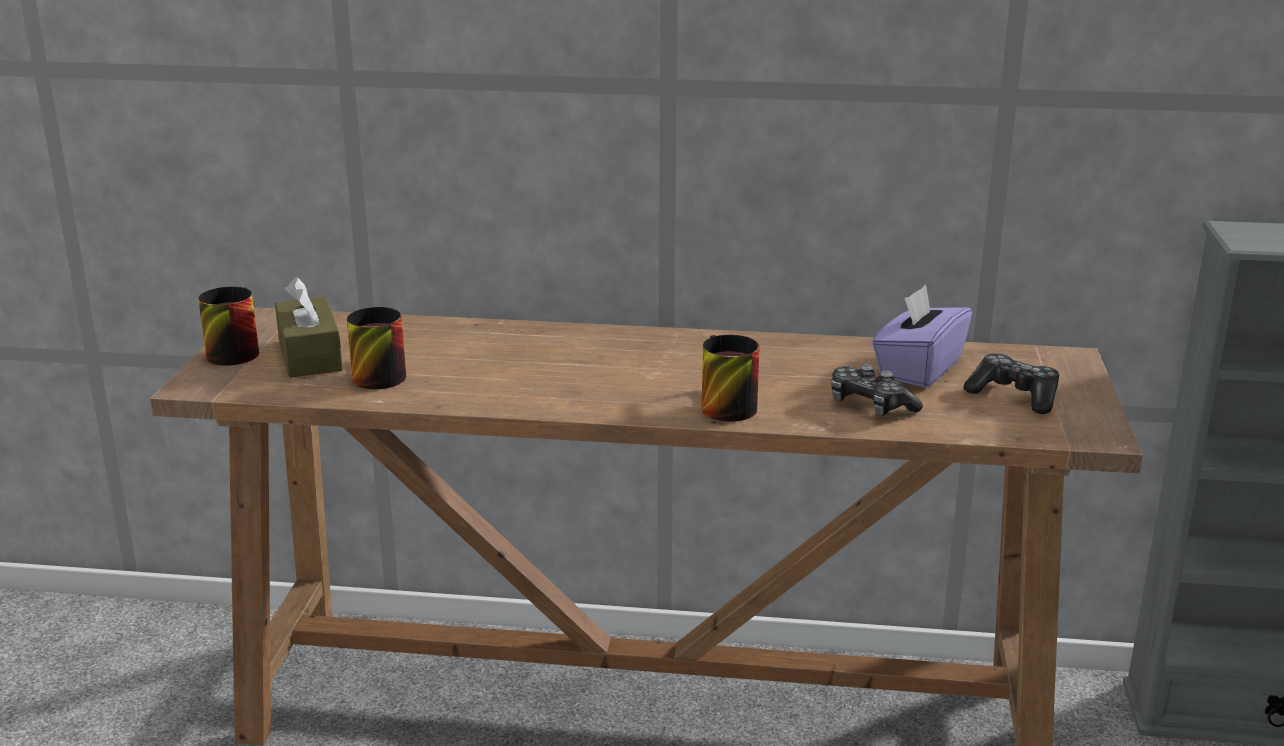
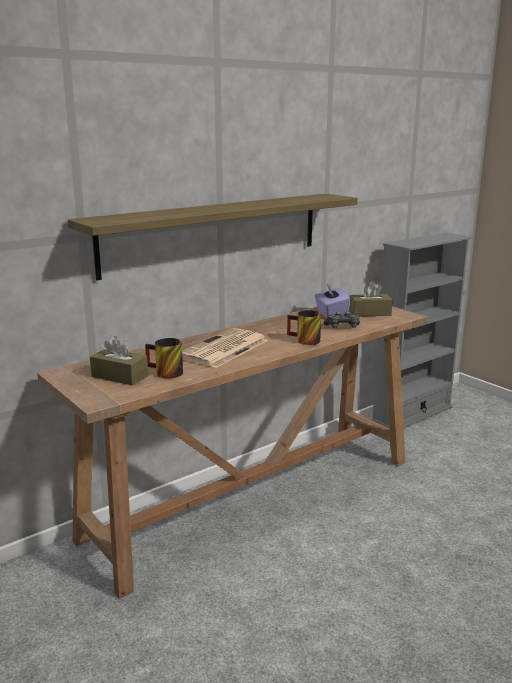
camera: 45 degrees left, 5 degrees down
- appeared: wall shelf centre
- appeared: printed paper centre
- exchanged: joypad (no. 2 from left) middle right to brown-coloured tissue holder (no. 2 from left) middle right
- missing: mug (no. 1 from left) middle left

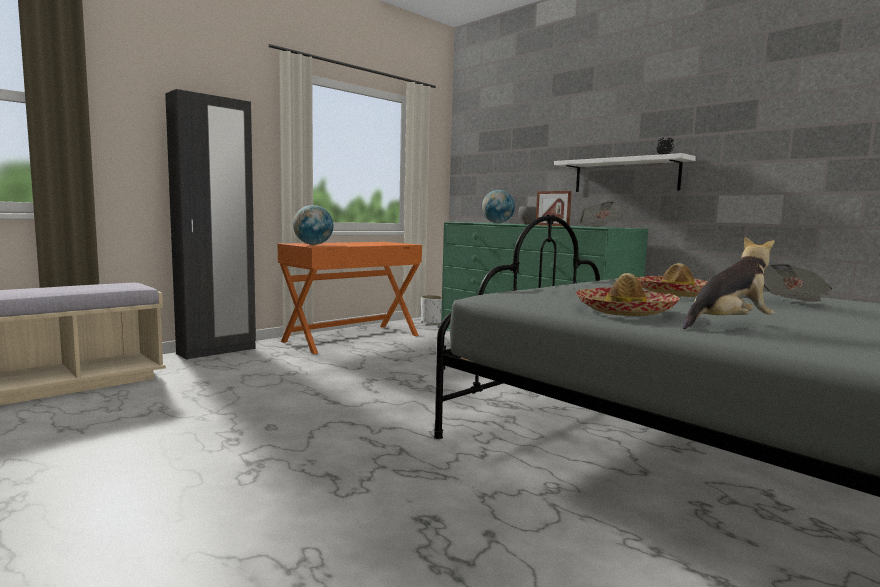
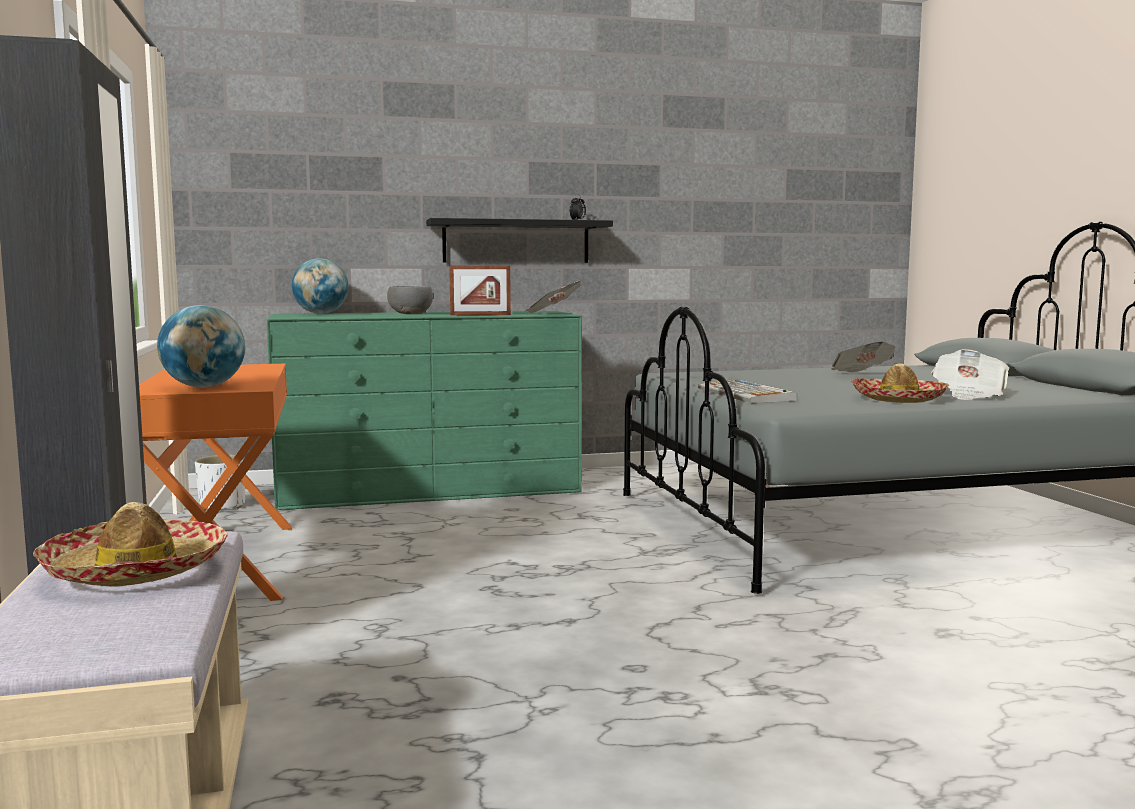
camera: 60 degrees left, 0 degrees up
- relocated: hat (no. 2 from left in the first image) middle right to hat (no. 1 from left) bottom left
- colour: white wall shelf top right to black-coloured wall shelf top centre
- appeared: keyboard centre
- exchanged: plush toy middle right to printed paper (no. 3 from left) middle right

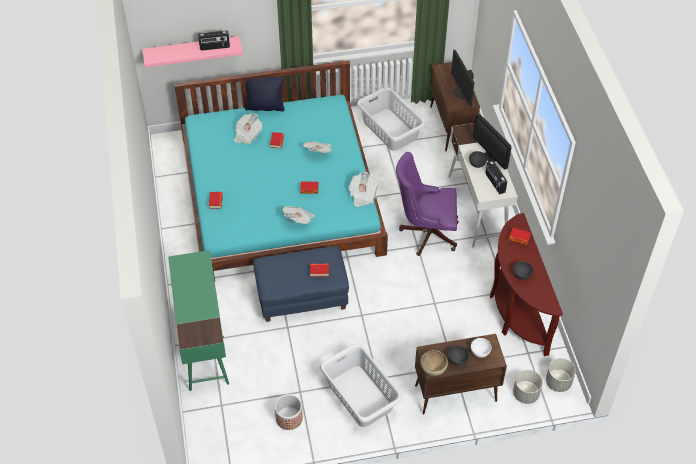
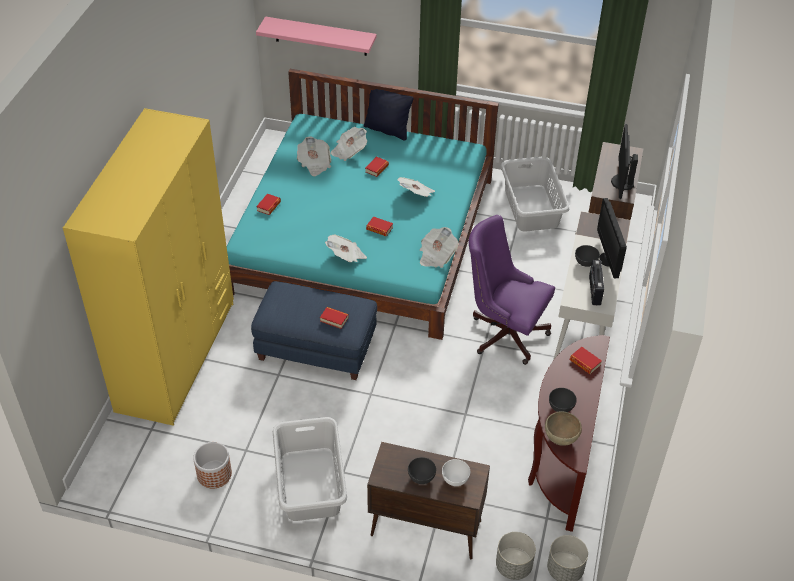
camera: 25 degrees right, 5 degrees down
- exchanged: green desk table bottom left to yellow-coloured clothes cupboard middle left
- appeared: printed paper (no. 1 from left) top centre
- relocated: brown-coloured deep dish bottom centre to bottom right
- missing: radio set (no. 1 from left) top left

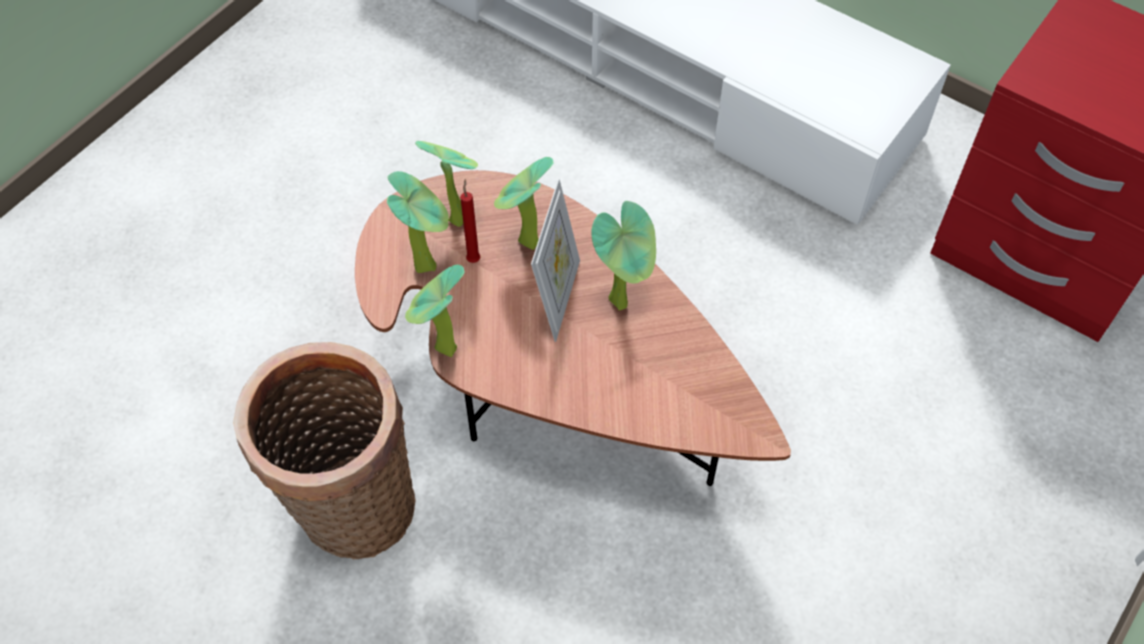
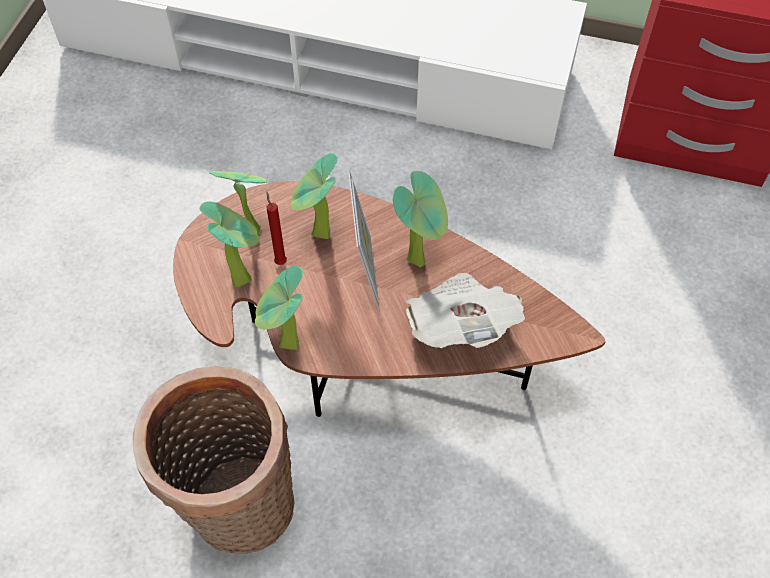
camera: 20 degrees left, 0 degrees up
- appeared: printed paper centre

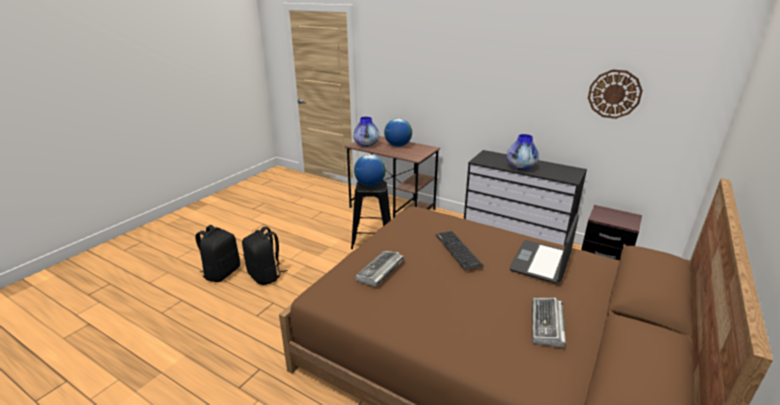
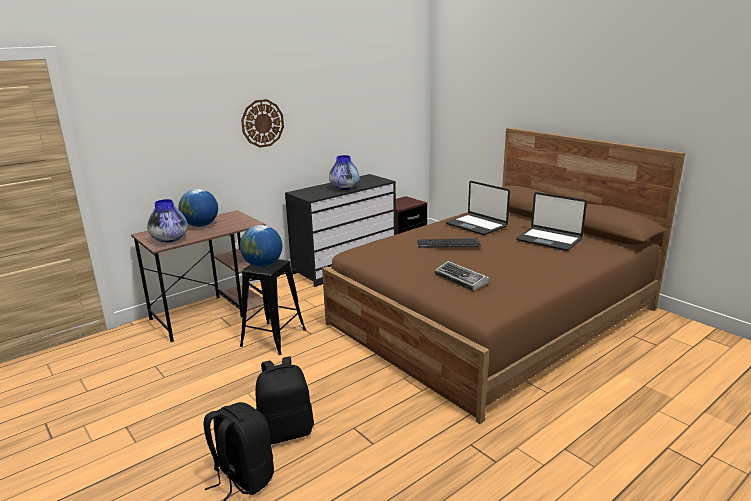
camera: 70 degrees left, 5 degrees down
- relocated: clock on the wall top right to top centre
- exchanged: keyboard (no. 3 from left) bottom right to portable computer (no. 2 from left) middle right

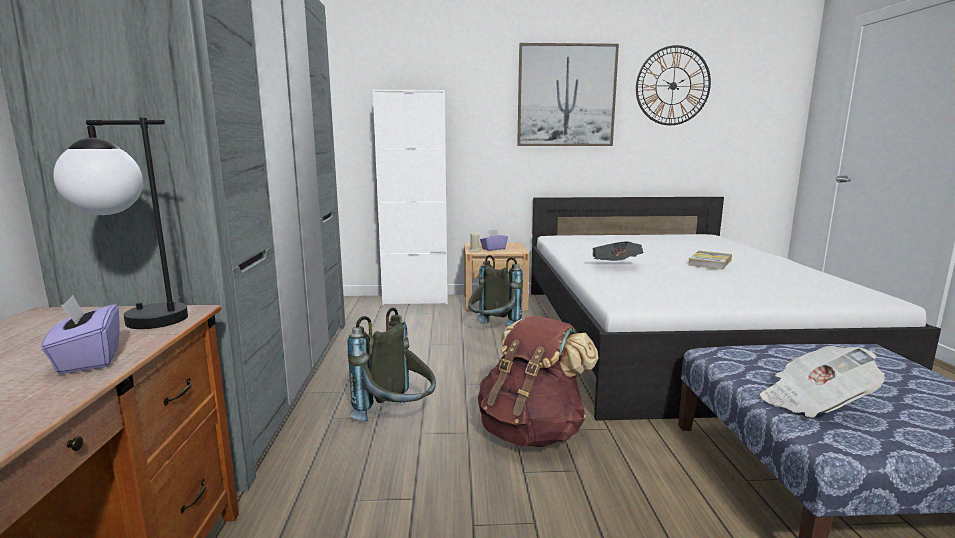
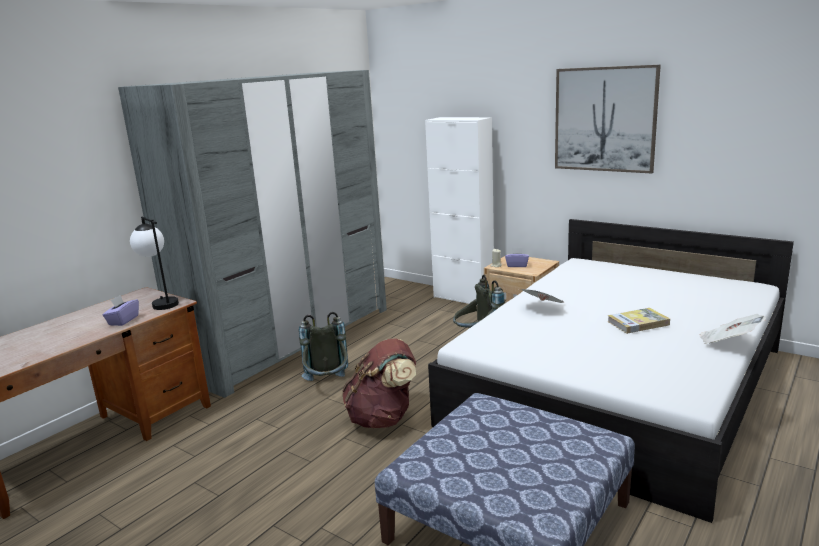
camera: 40 degrees right, 5 degrees up
- relocated: printed paper (no. 2 from left) bottom right to middle right
- missing: clock on the wall top right

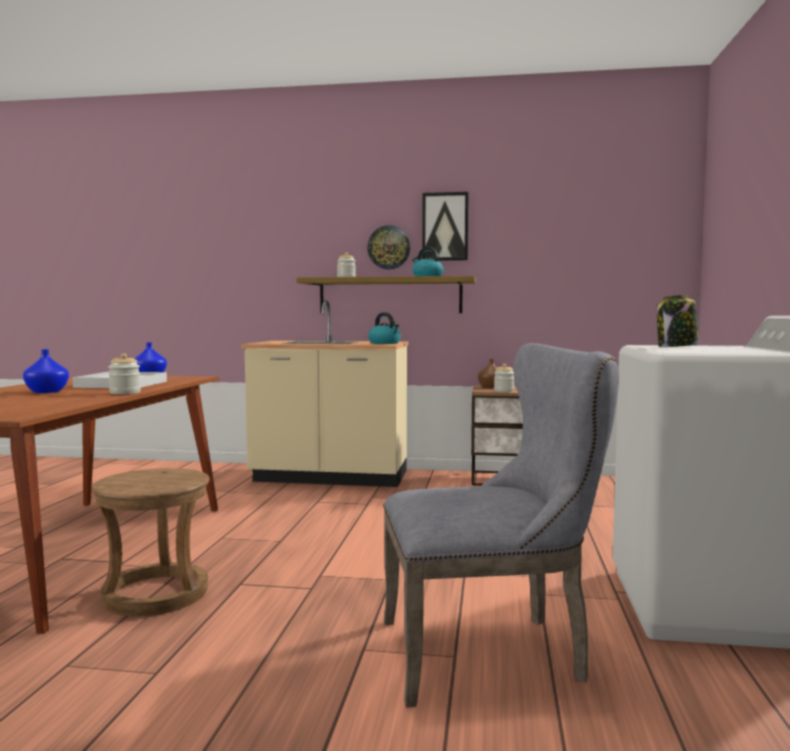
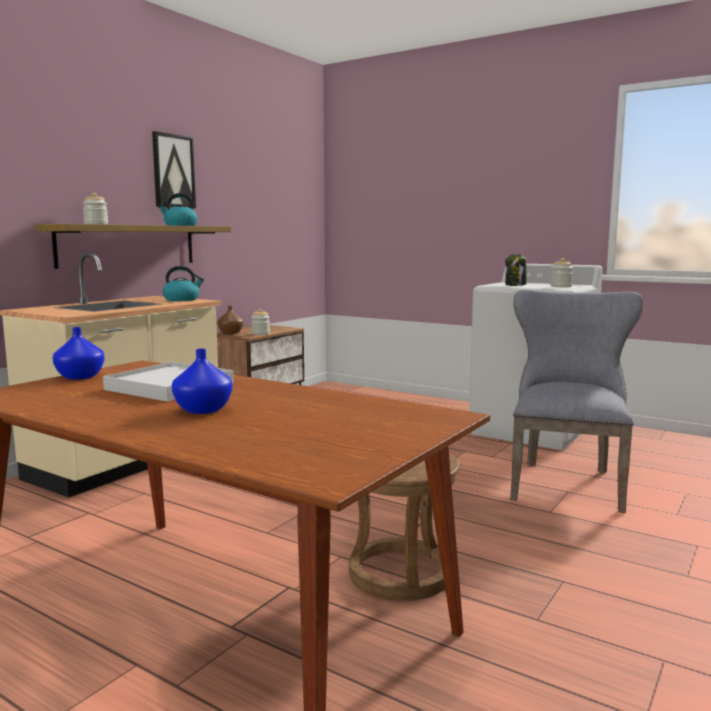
camera: 65 degrees left, 5 degrees up
- relocated: jar (no. 1 from left in the first image) middle left to jar (no. 4 from left) middle right
- missing: clock on the wall top centre

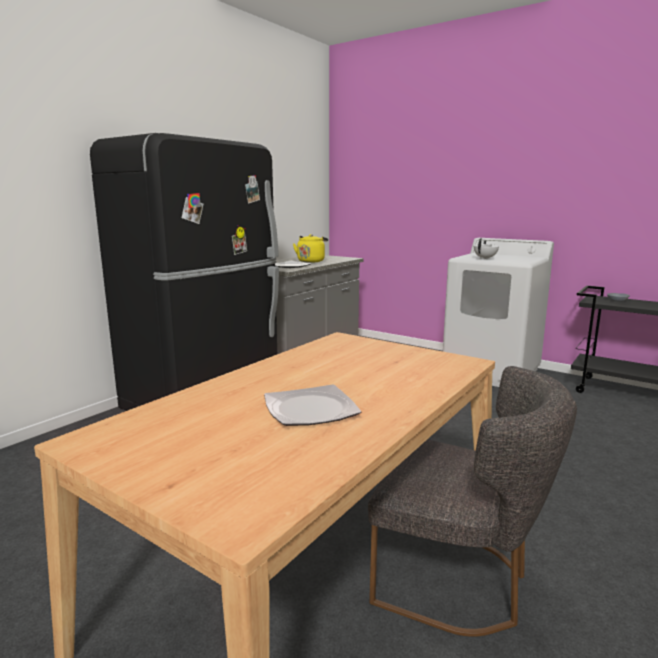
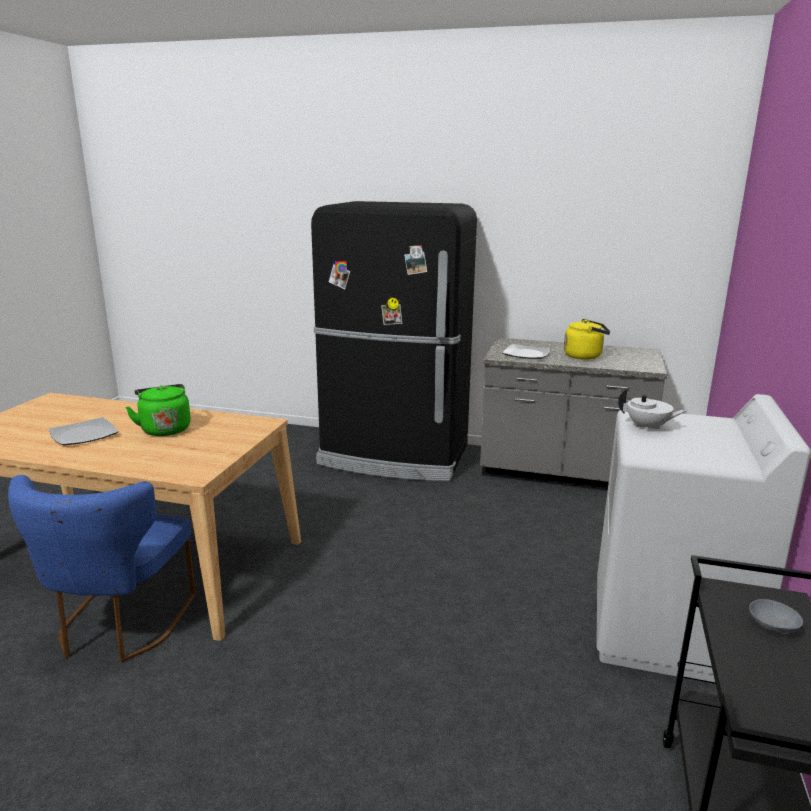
camera: 70 degrees right, 5 degrees up
- colour: greyish upright chair bottom right to bluish upright chair bottom left
- appeared: green water kettle middle left

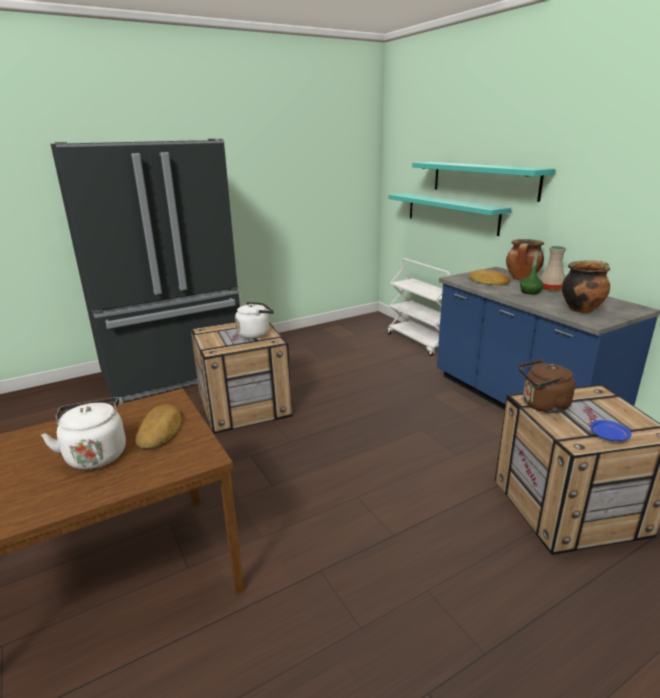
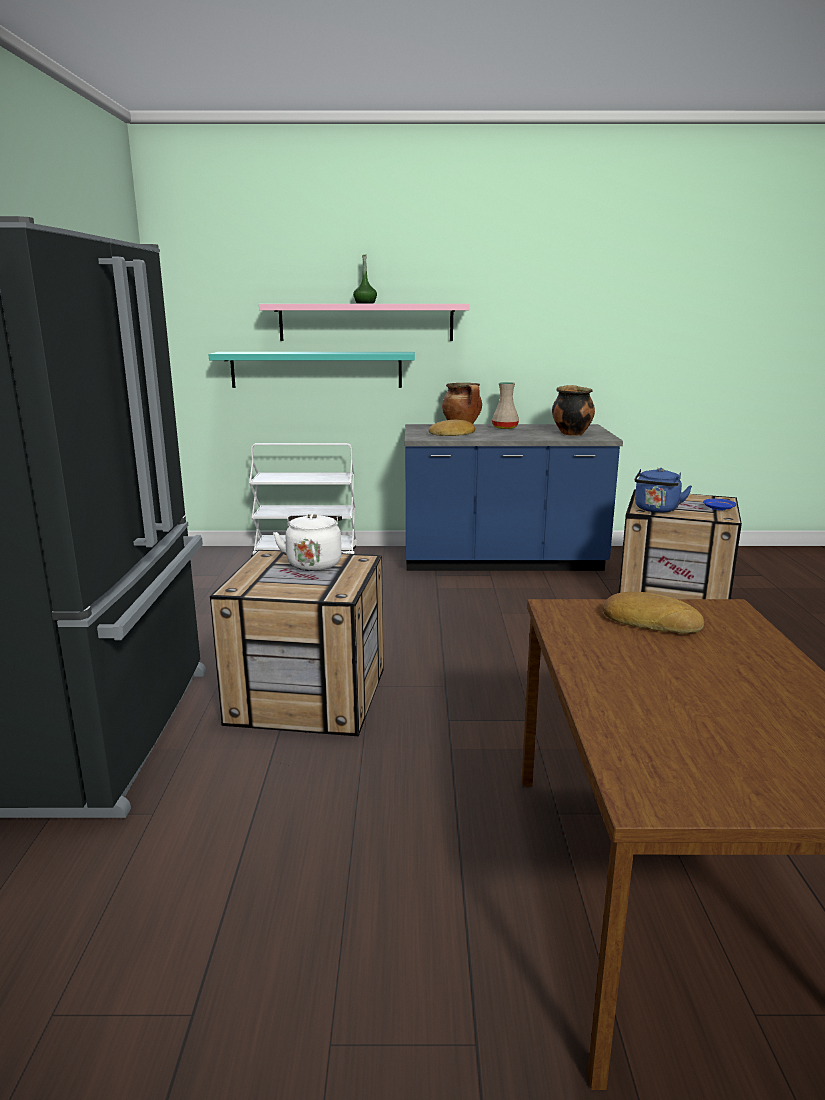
camera: 60 degrees left, 5 degrees down
- colour: blue-green wall shelf (no. 2 from left) top right to pink wall shelf top centre
- relocated: green bottle middle right to top centre
- colour: brown-coloured water kettle middle right to bluish water kettle middle right
- missing: white water kettle (no. 1 from left) middle left

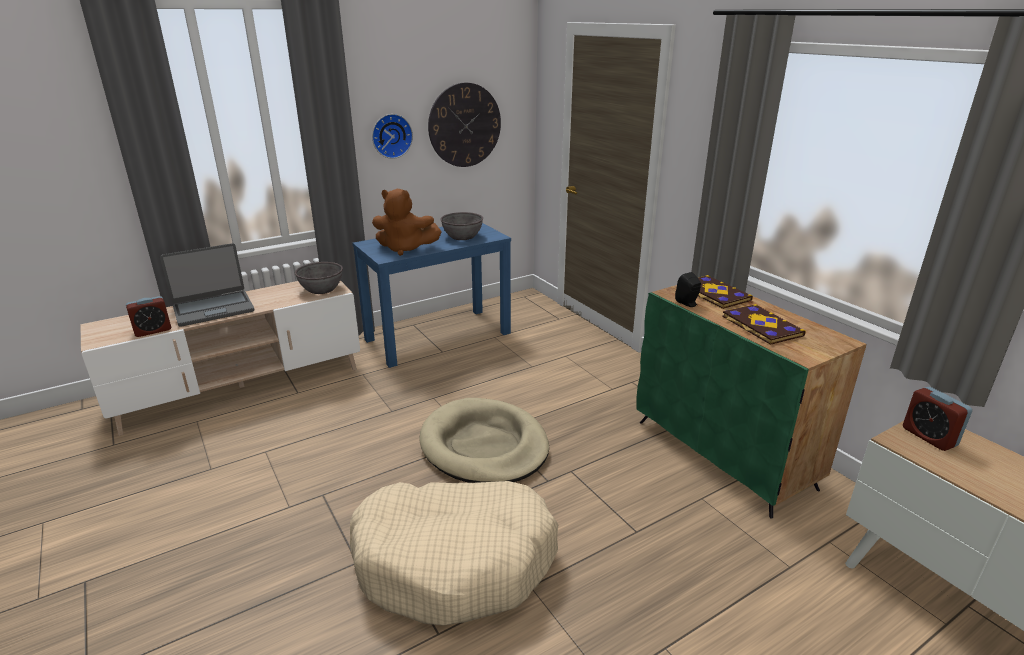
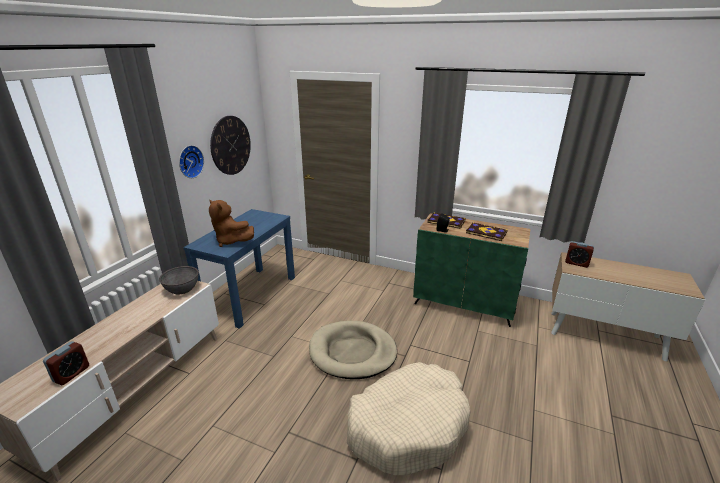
camera: 35 degrees left, 0 degrees up
- spun: brown-coloured plush toy centre = middle left 60 degrees clockwise
- missing: portable computer middle left
- missing: greyish deep dish (no. 2 from left) centre

